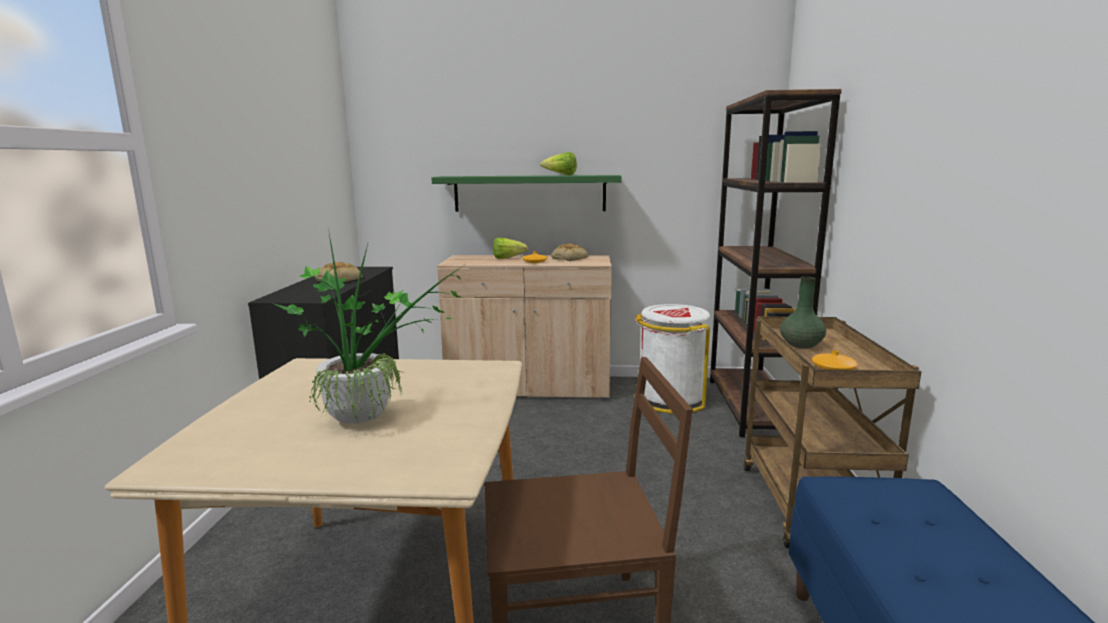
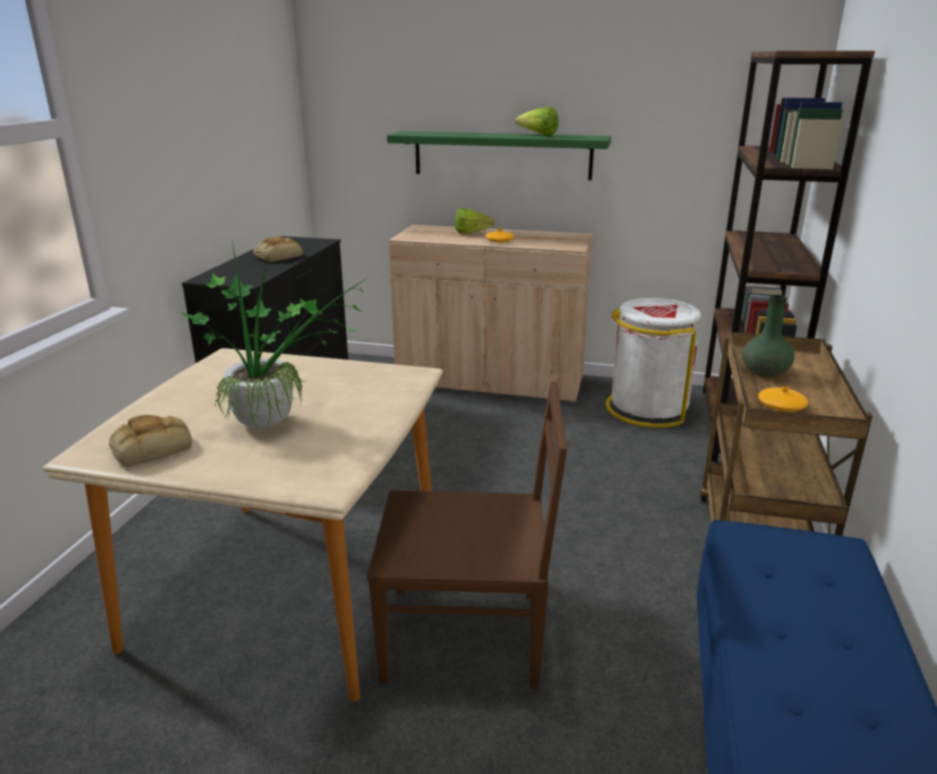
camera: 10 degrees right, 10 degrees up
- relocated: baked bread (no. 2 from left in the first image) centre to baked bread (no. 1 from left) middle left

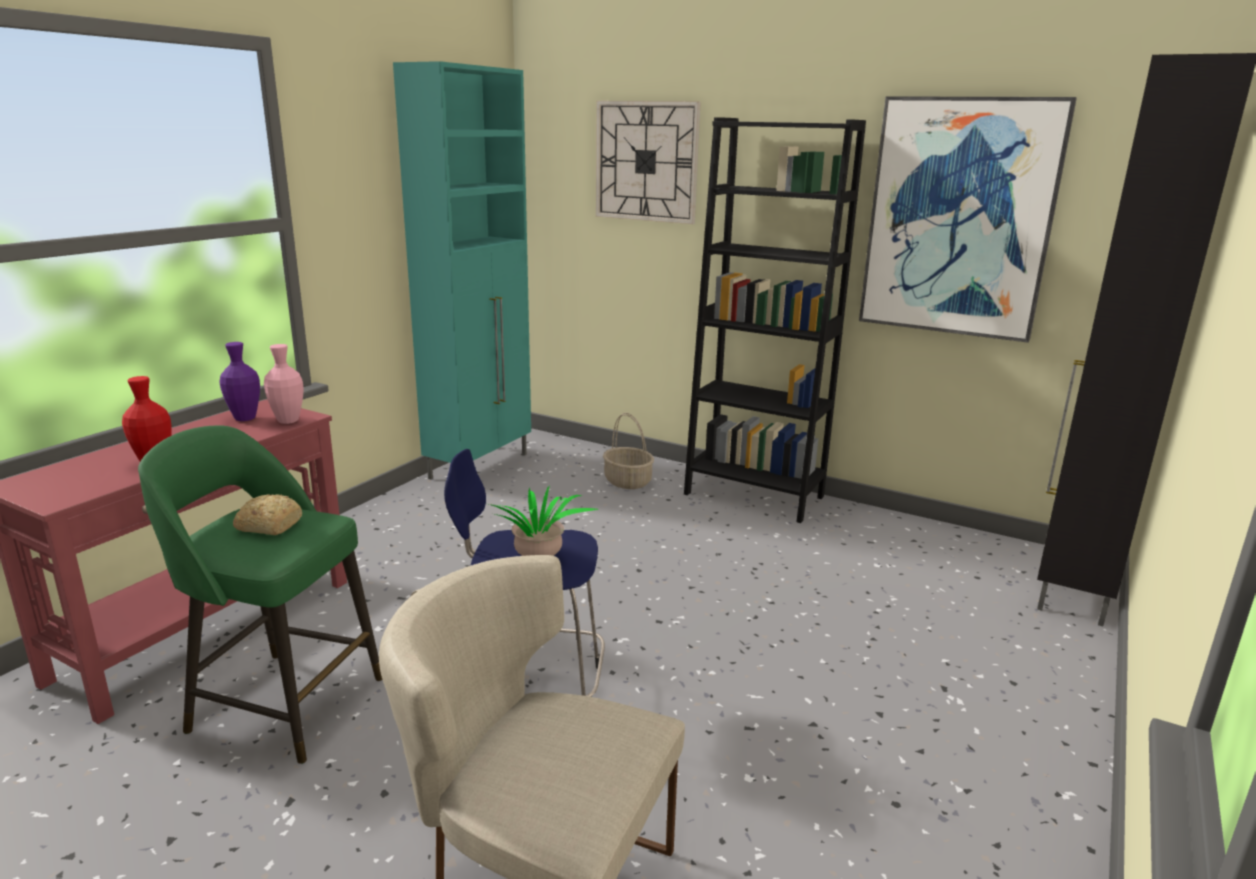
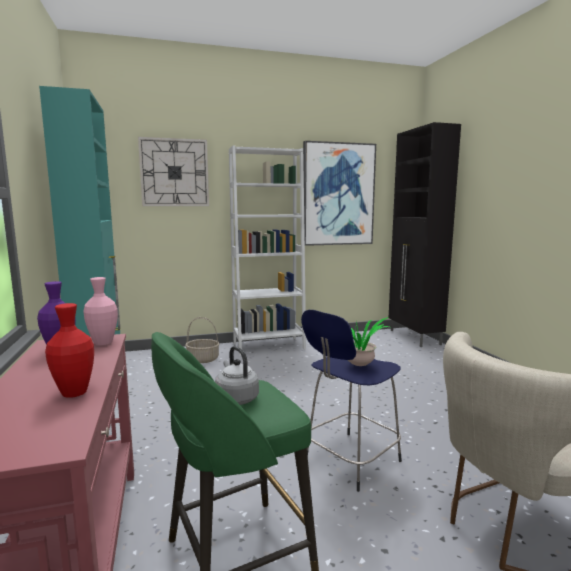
camera: 45 degrees left, 10 degrees down
- exchanged: baked bread middle left to greyish water kettle centre
- colour: black-coloured shelving unit centre to white shelving unit centre

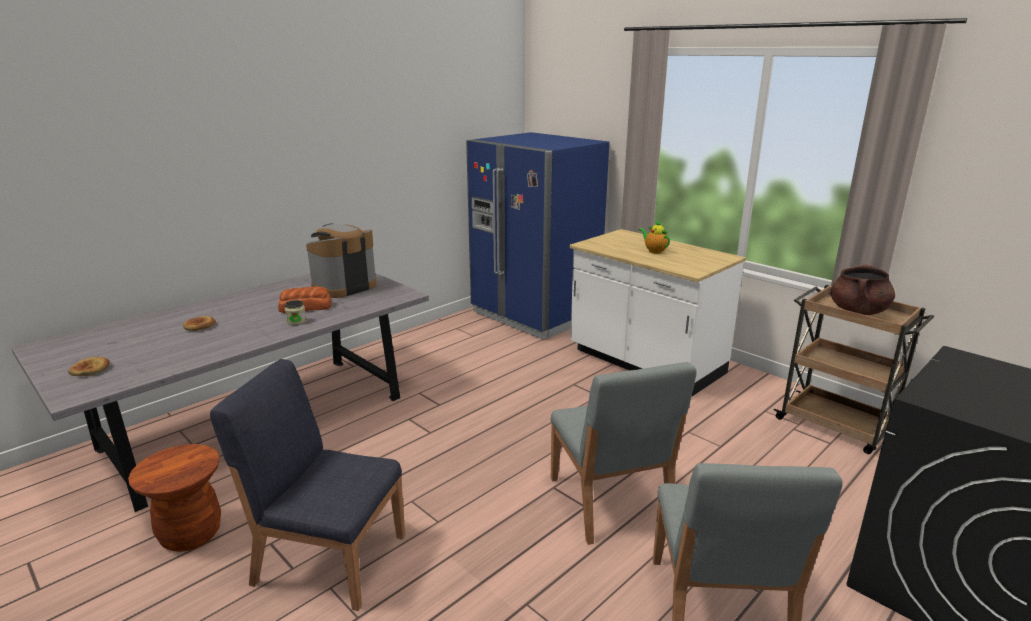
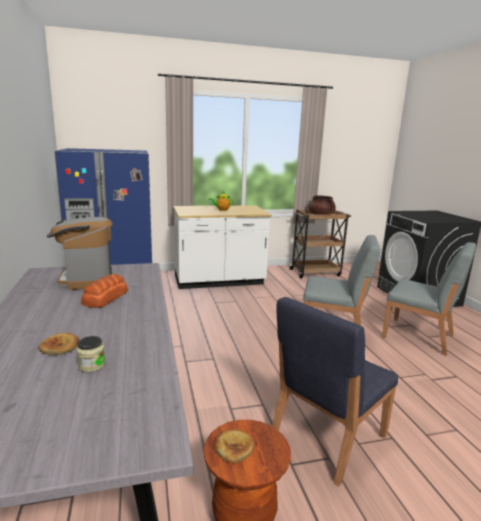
camera: 60 degrees left, 5 degrees down
- relocated: jar middle left to bottom left
- relocated: baked bread (no. 1 from left in the first image) middle left to baked bread (no. 3 from left) bottom centre

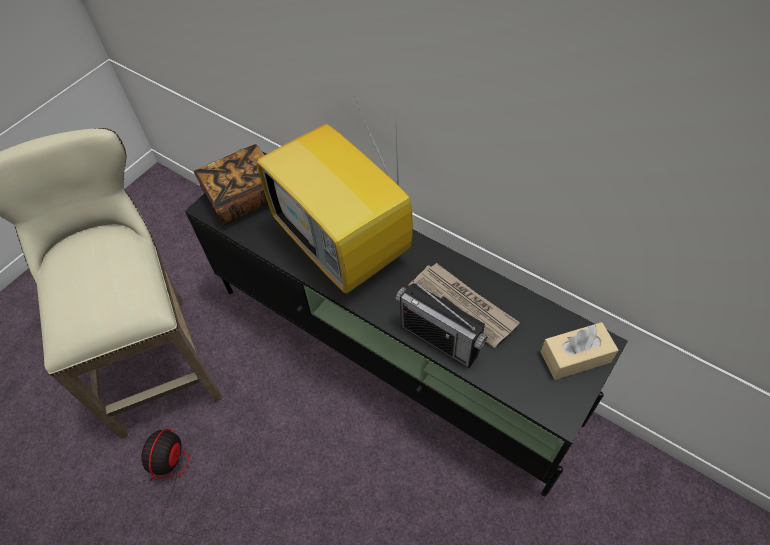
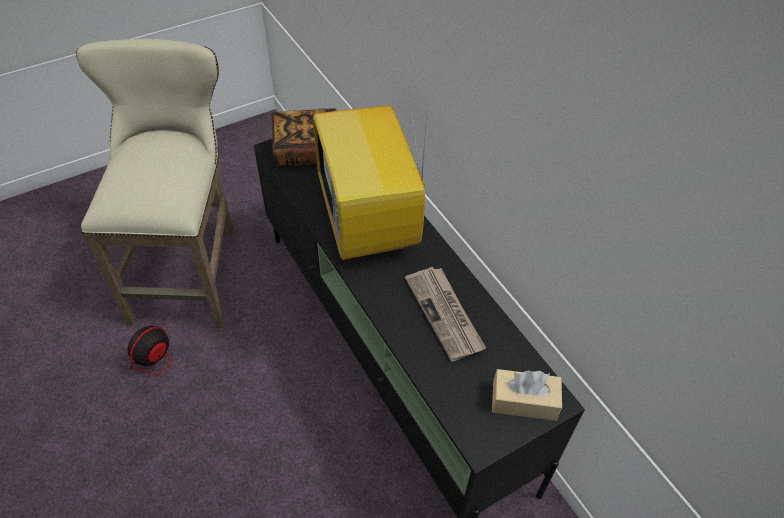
camera: 20 degrees right, 5 degrees down
- missing: radio set centre

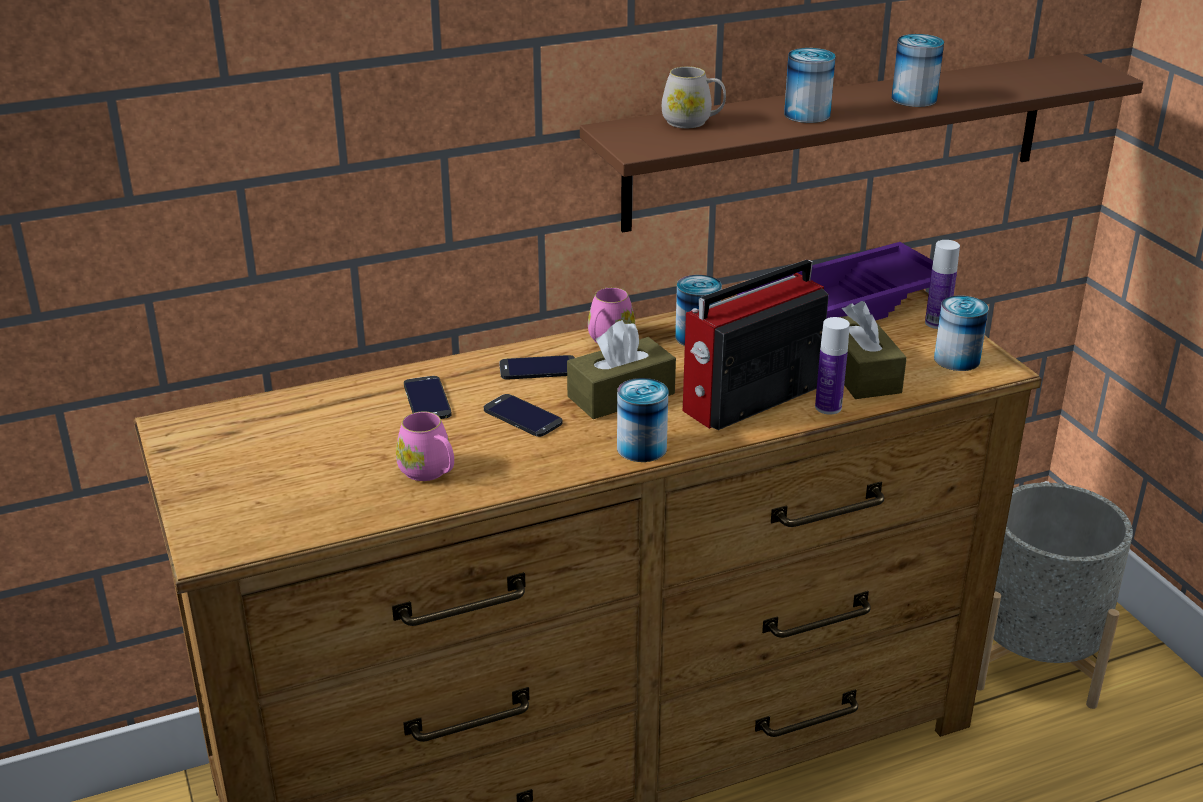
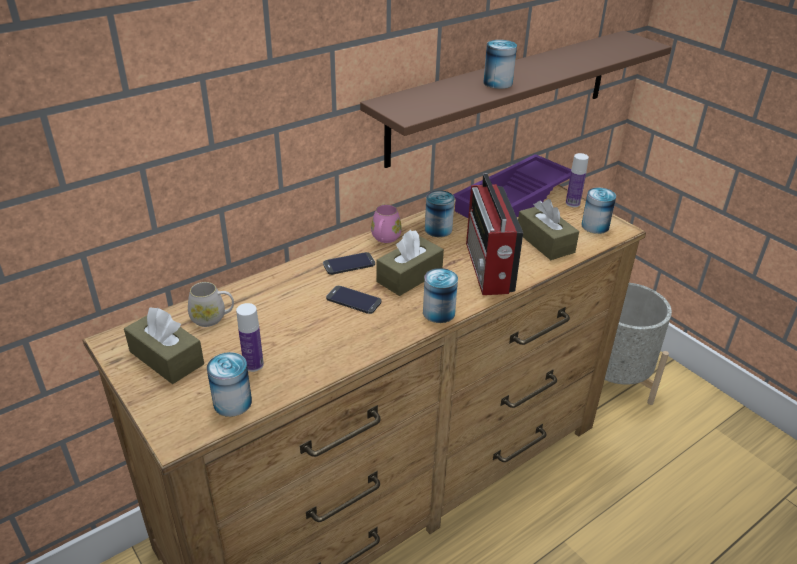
camera: 15 degrees left, 5 degrees up
- appeared: brown-coloured tissue holder (no. 1 from left) middle left
- relocated: white mug top centre to middle left
- relocated: can (no. 4 from left in the first image) top right to can (no. 1 from left) bottom left
- relocated: bottle (no. 1 from left) middle right to middle left
- spun: radio set centre = centre 45 degrees counterclockwise
- missing: pink mug (no. 1 from left) centre
- missing: handset (no. 1 from left) centre

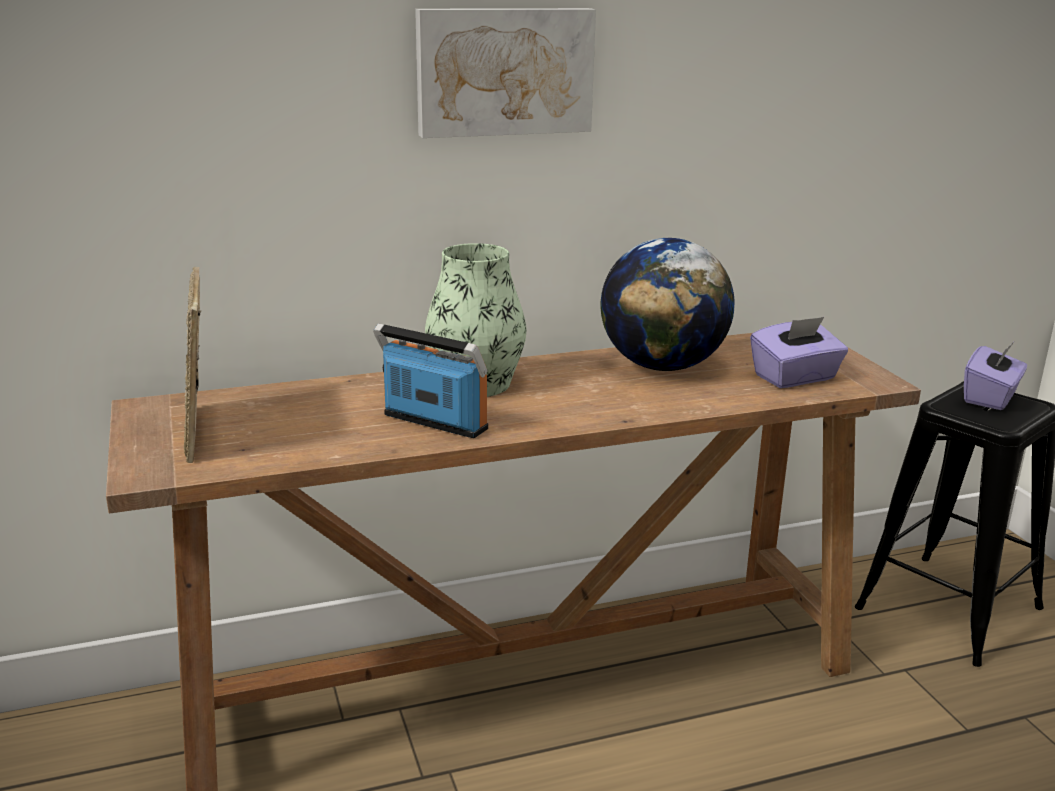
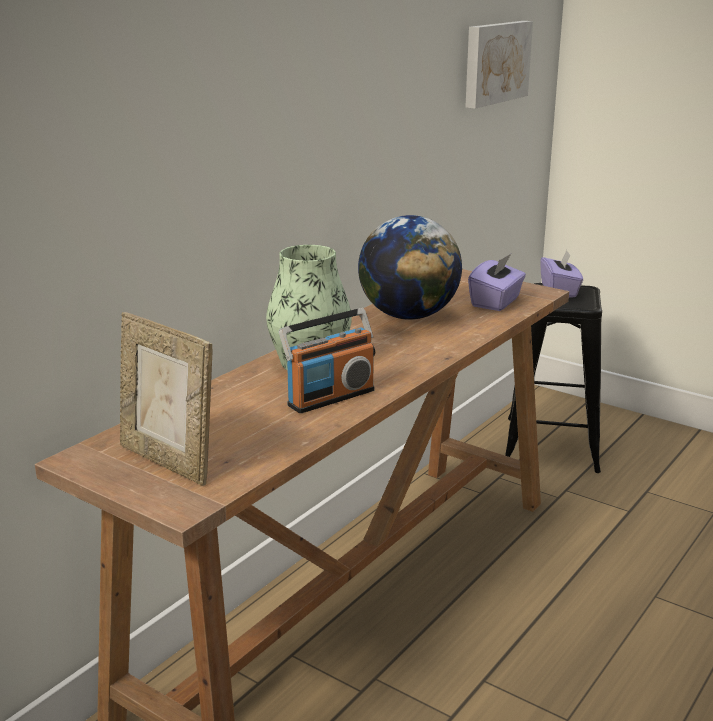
camera: 35 degrees left, 0 degrees up
- spun: radio set centre = centre 150 degrees clockwise
- relocated: picture top centre to top right

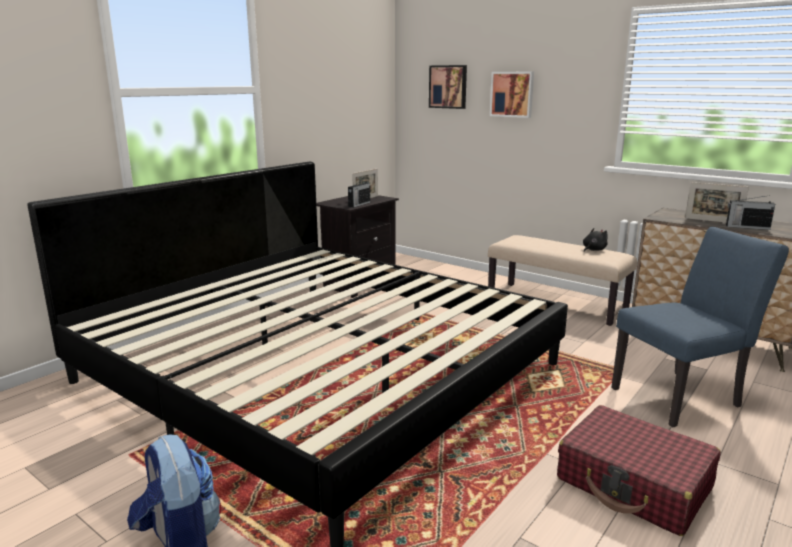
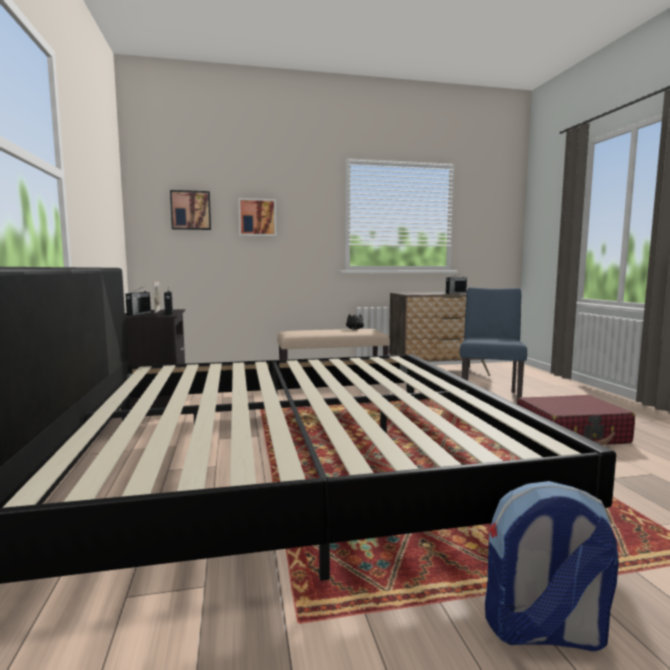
camera: 50 degrees left, 10 degrees down
- appeared: radio set (no. 1 from left) middle left
- missing: photo frame (no. 2 from left) middle right

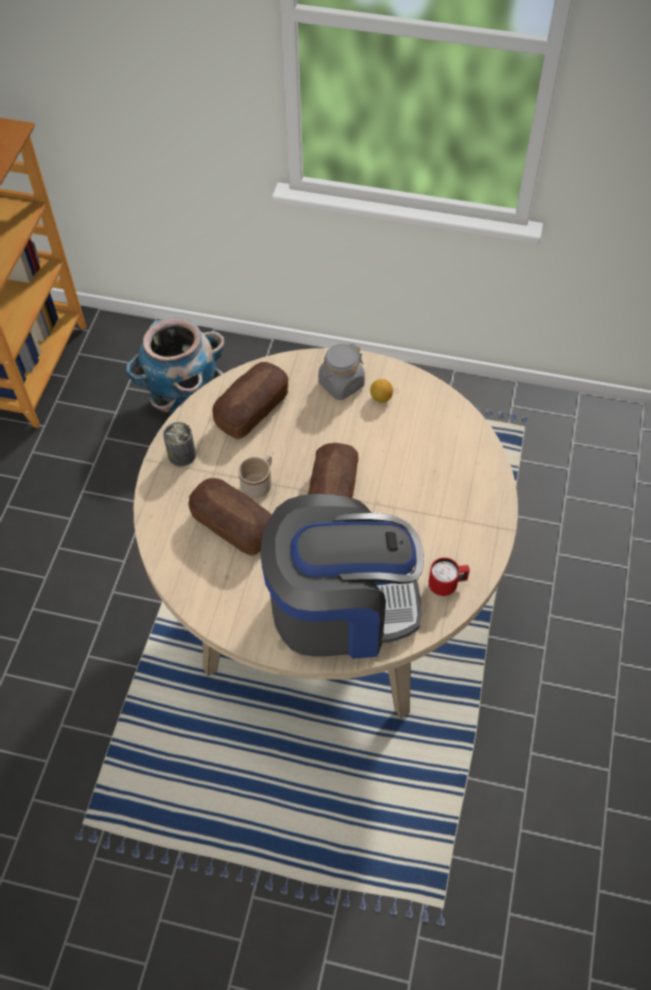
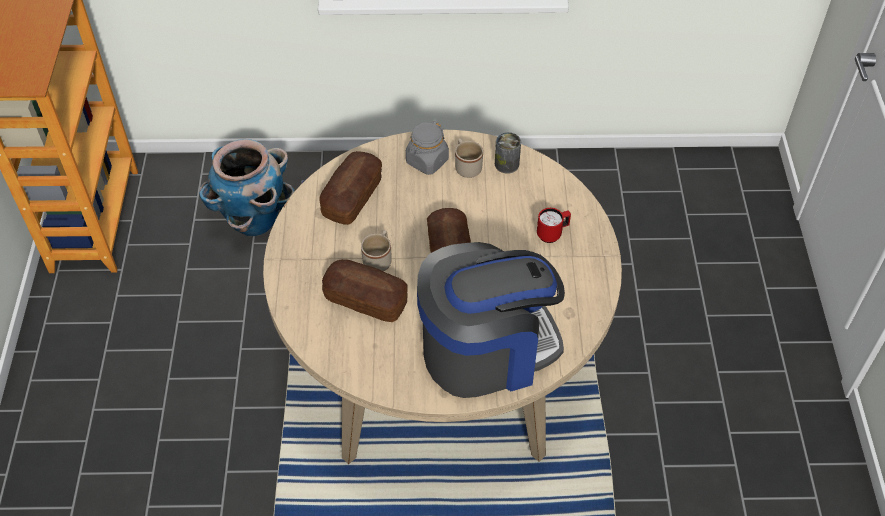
camera: 15 degrees left, 5 degrees down
- exchanged: citrus fruit centre to sand-coloured mug (no. 2 from left) top centre
- relocated: can middle left to top centre
- relocated: red mug middle right to centre

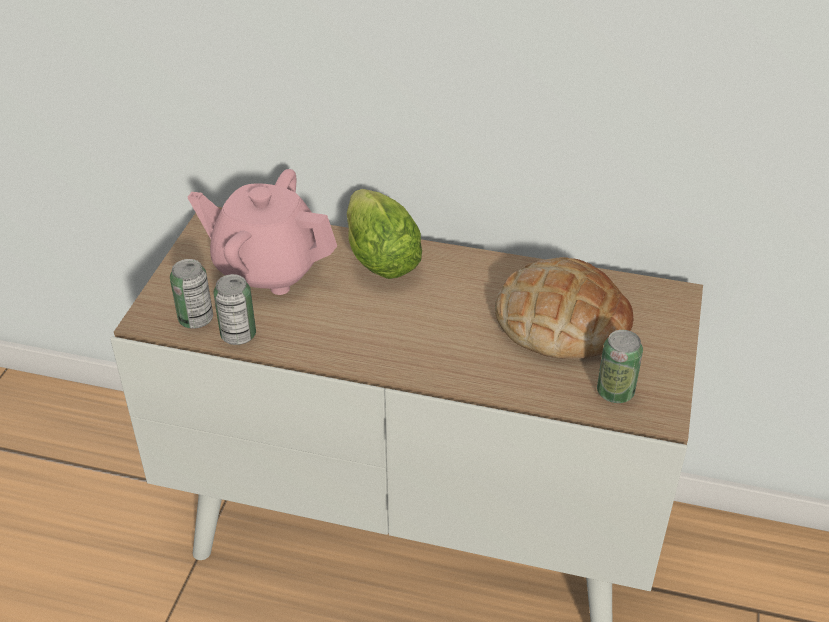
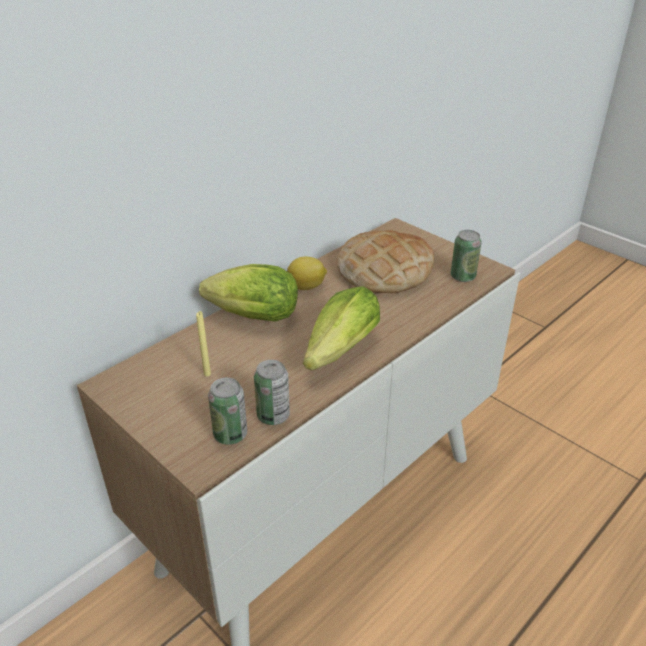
camera: 60 degrees left, 5 degrees down
- exchanged: pink tea pot middle left to yellow-coloured wax light middle left
- appeared: citrus fruit centre
- appeared: head of lettuce (no. 2 from left) centre

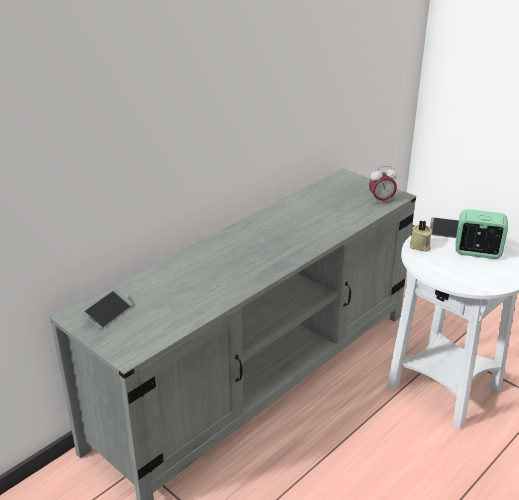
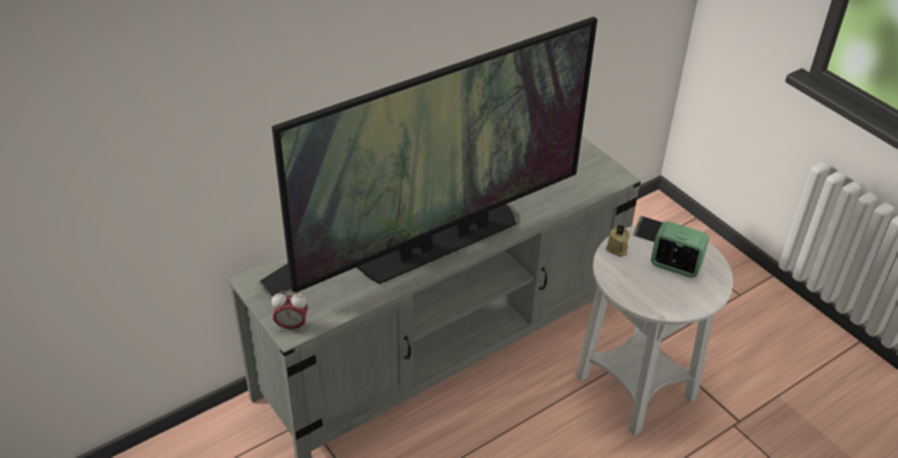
camera: 10 degrees right, 10 degrees up
- relocated: bedside clock (no. 1 from left) middle right to bottom left
- appeared: television centre

